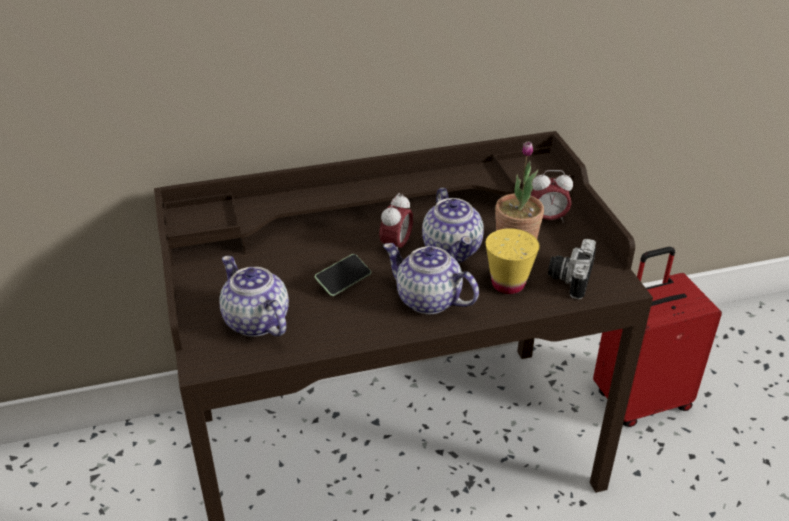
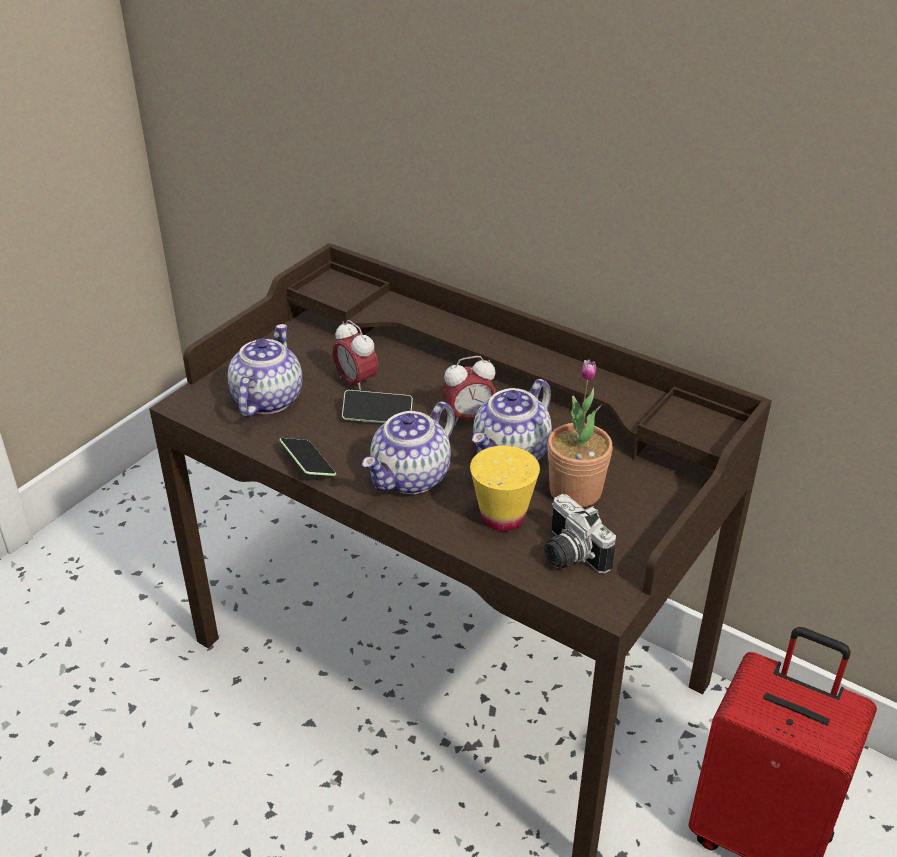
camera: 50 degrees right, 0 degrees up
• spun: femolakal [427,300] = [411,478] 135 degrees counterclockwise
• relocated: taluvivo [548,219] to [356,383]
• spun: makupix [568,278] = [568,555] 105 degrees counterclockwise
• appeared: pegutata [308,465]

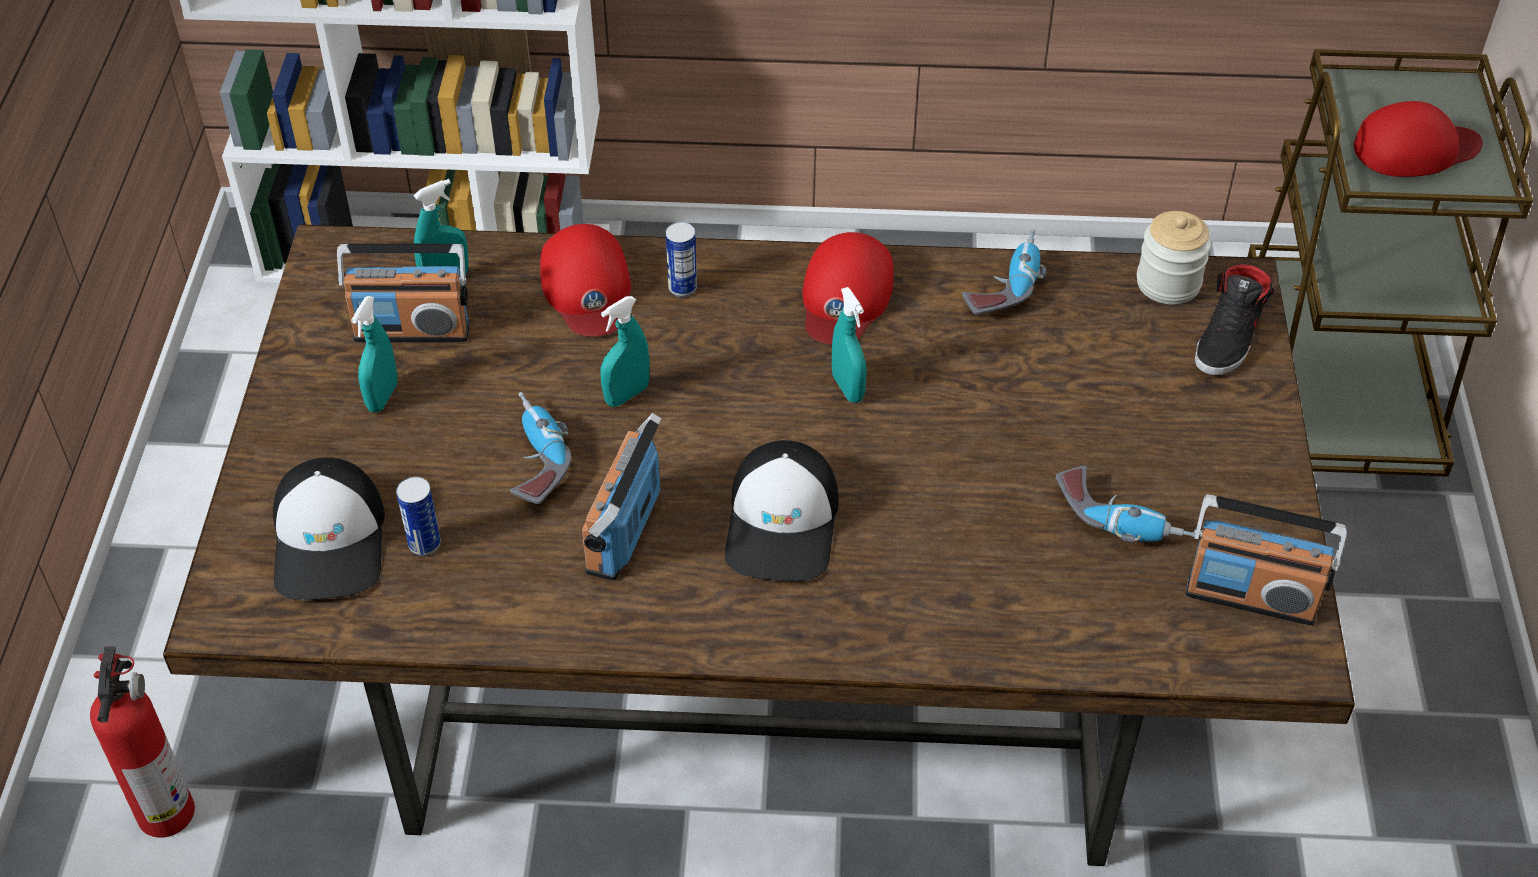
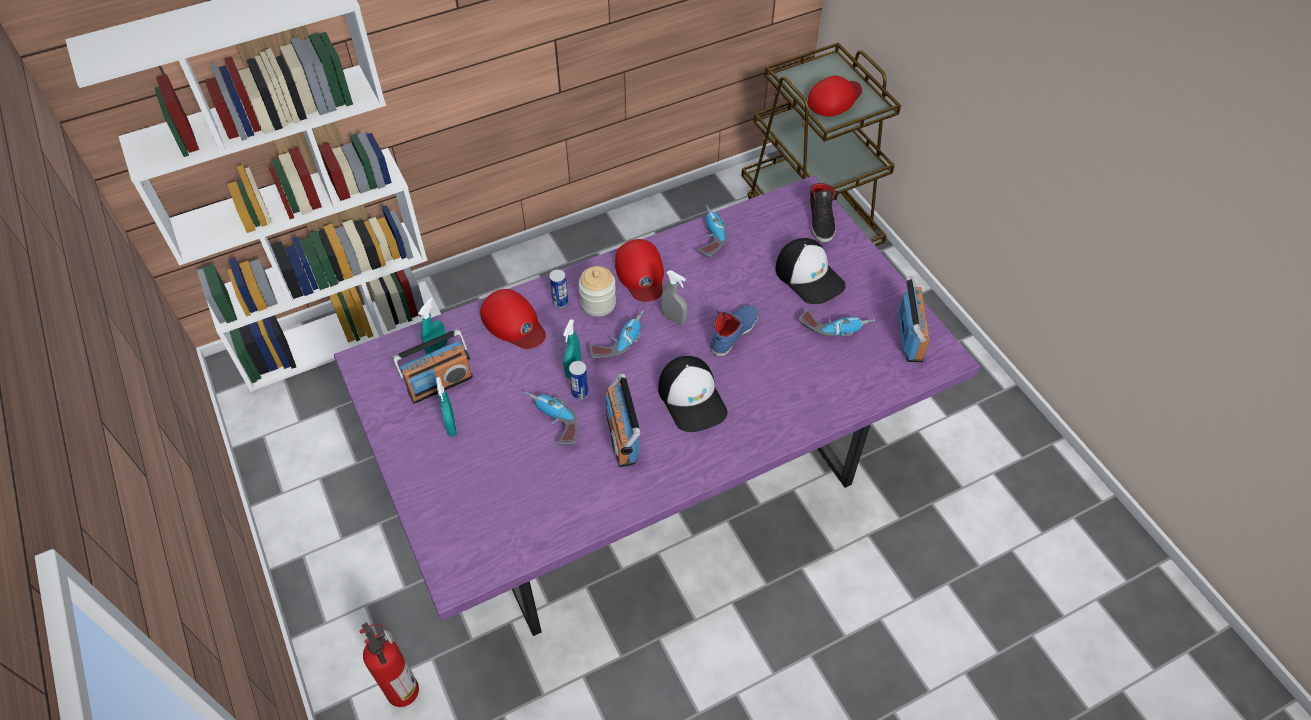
camera: 30 degrees left, 5 degrees up
• colour: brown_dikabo [771,682] to purple_dikabo [656,474]
• relocated: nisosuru [330,541] to [809,276]
• relocated: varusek [424,544] to [580,393]
• colour: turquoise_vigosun [847,388] to grey_vigosun [674,318]
• relocated: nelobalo [1168,283] to [598,303]
• spun: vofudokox [1251,596] = [910,337] 75 degrees counterclockwise
• appeared: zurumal [619,340]
• appeared: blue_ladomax [733,332]

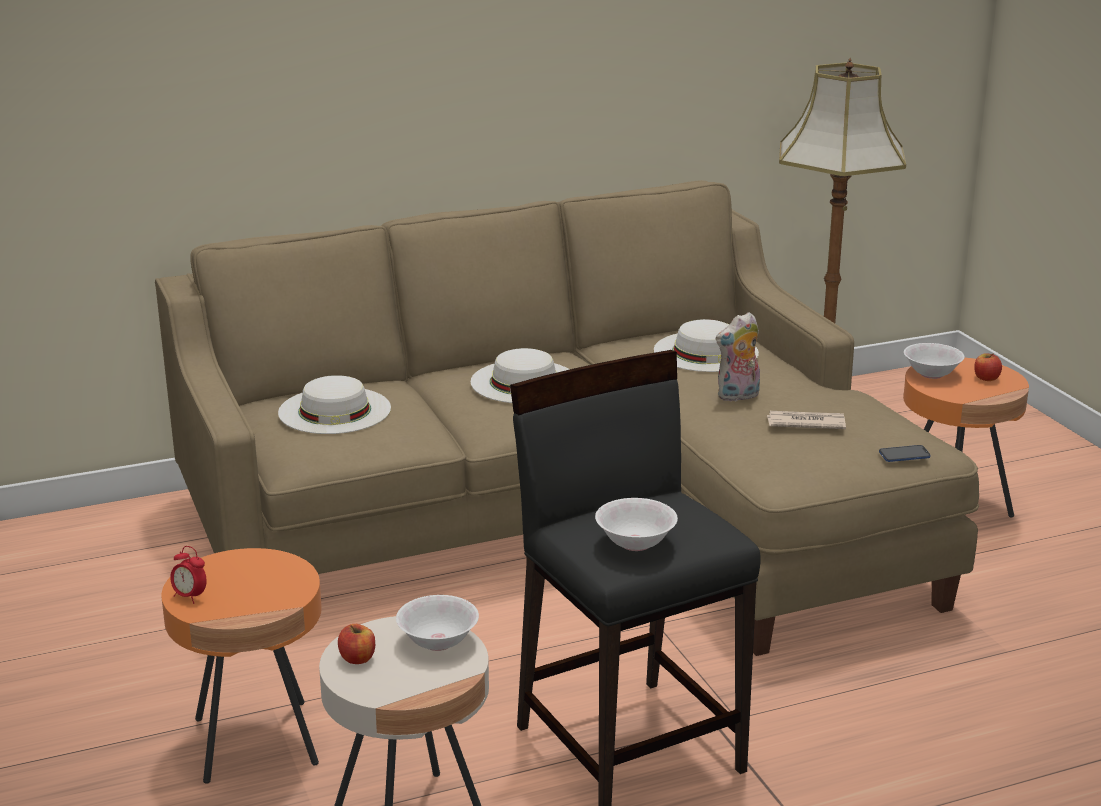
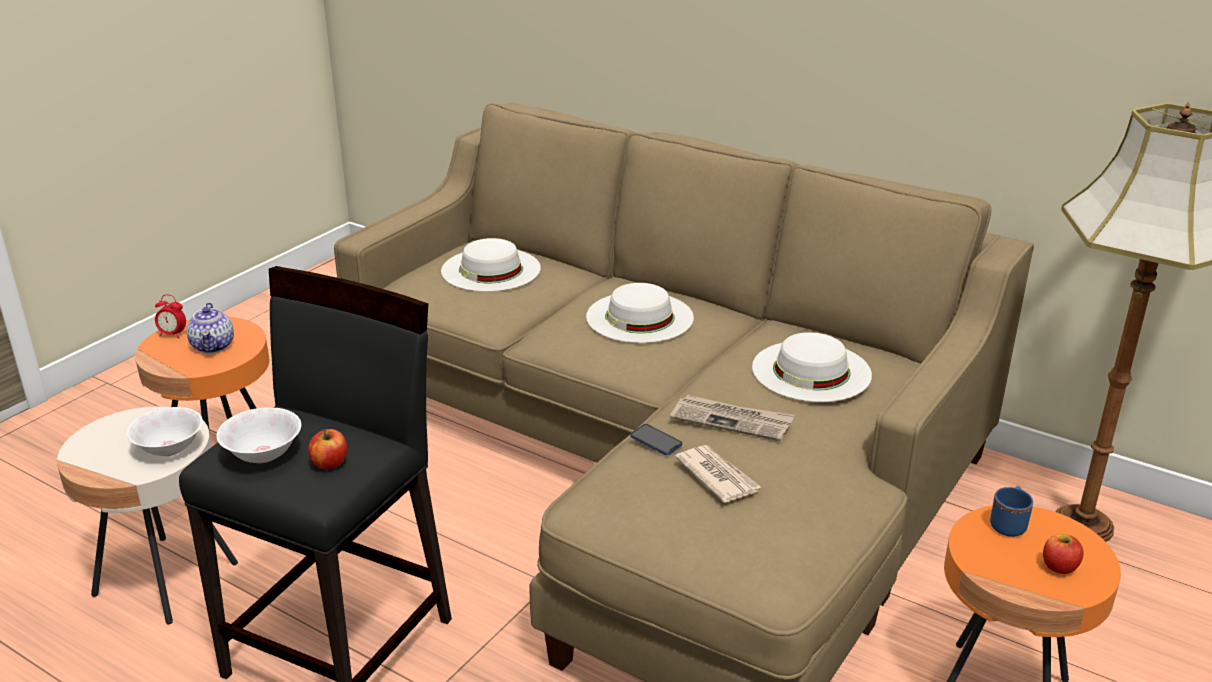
camera: 55 degrees right, 5 degrees up
• spun: taluvivo [190,597] = [173,334] 75 degrees counterclockwise
• relocated: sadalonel [357,658] to [330,463]
• exchanged: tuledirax [738,396] to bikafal [732,420]
• relocated: pegutata [904,455] to [656,441]
• exchanged: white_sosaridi [931,374] to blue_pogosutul [1009,524]
• appeared: femolakal [213,345]

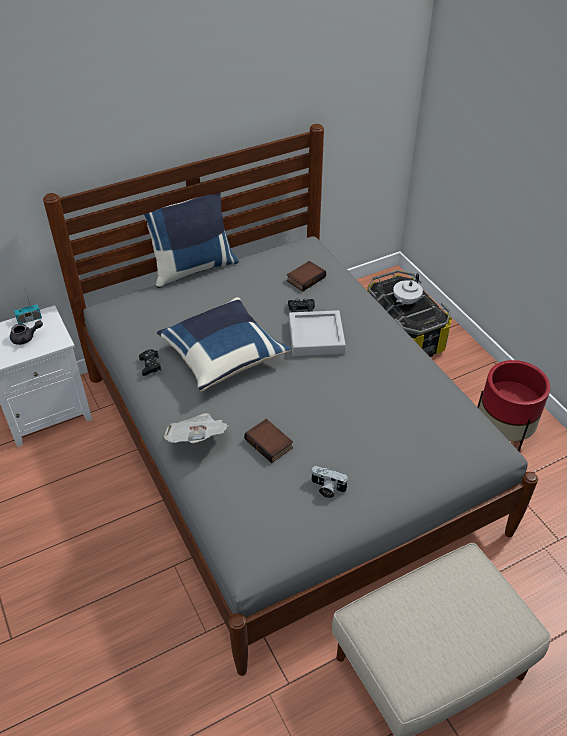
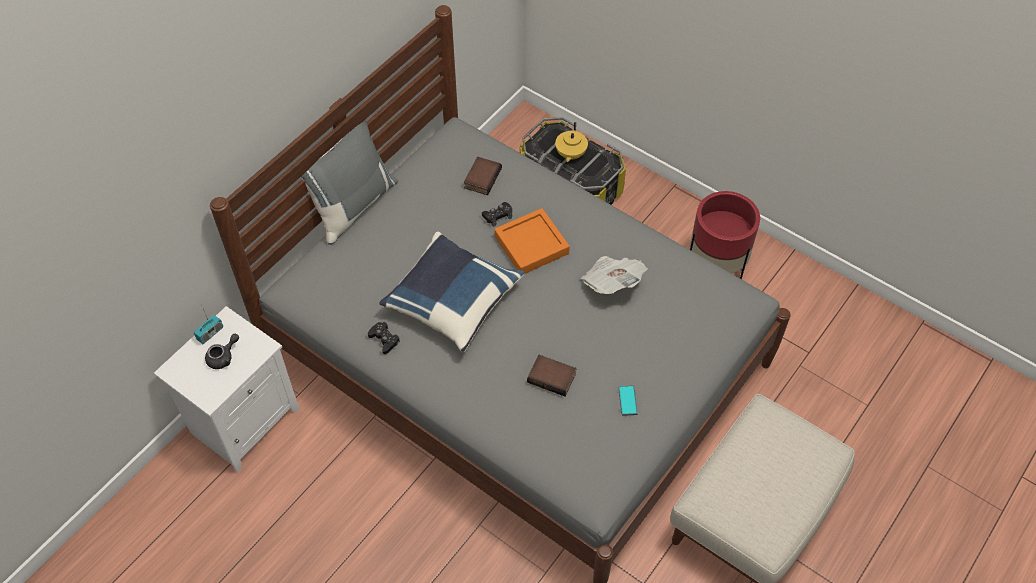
camera: 25 degrees left, 10 degrees up
• colour: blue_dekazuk [193,267] to grey_dekazuk [352,205]
• relocated: bikafal [197,439] to [612,283]
• colour: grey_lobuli [316,337] to orange_lobuli [531,245]
• exchanged: makupix [327,488] to pegutata [628,401]
• colour: white_femolakal [405,301] to yellow_femolakal [570,154]

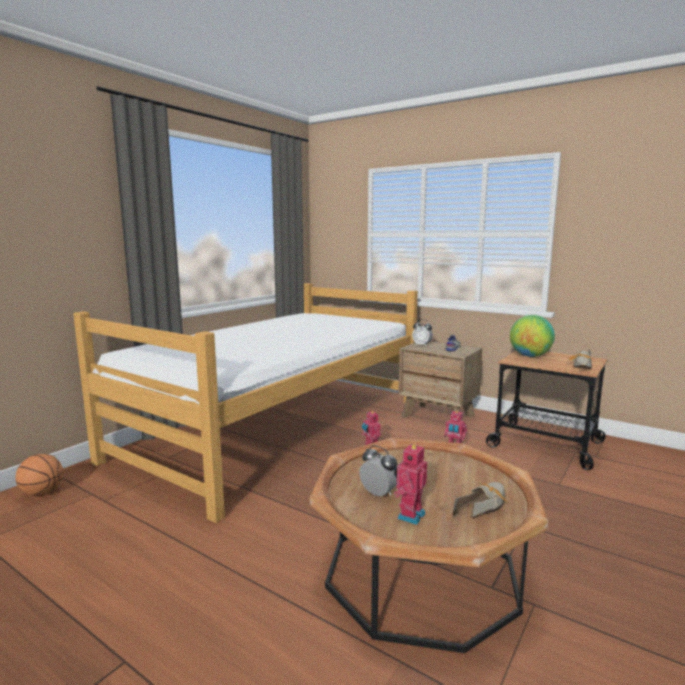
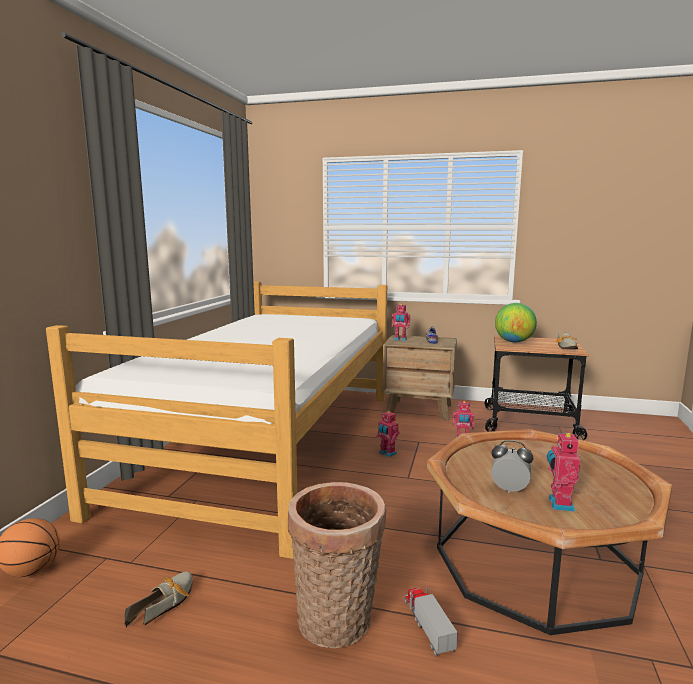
camera: 20 degrees left, 0 degrees up
• exchanged: taluvivo [422,345] to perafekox [400,339]
• relocated: ladomax [484,506] to [167,602]
• appeared: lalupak [337,623]
• appeared: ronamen [427,625]

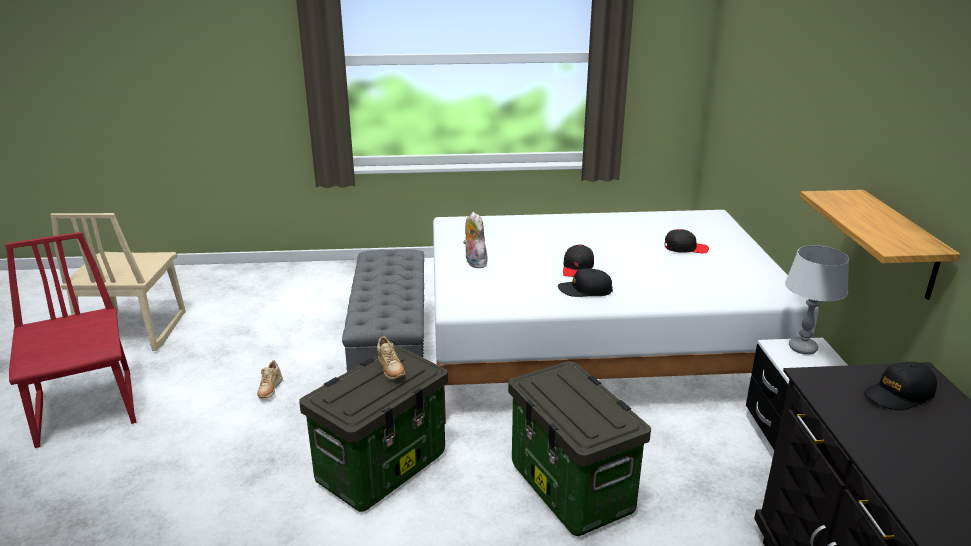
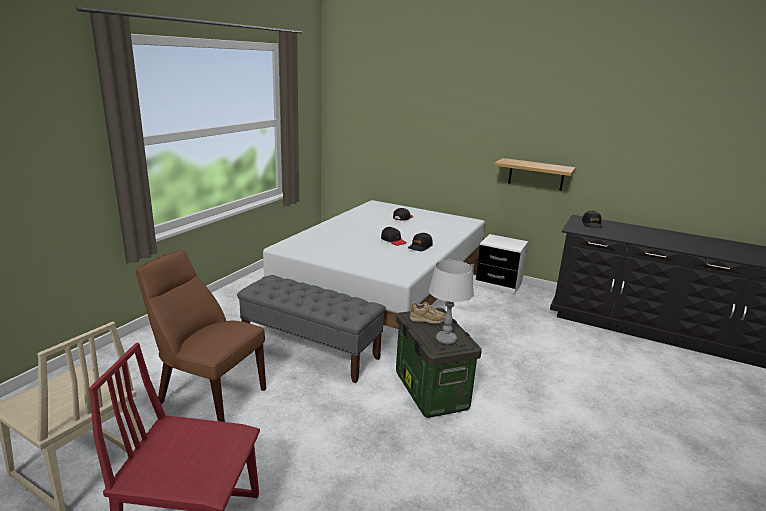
camera: 60 degrees left, 5 degrees down
• missing: beige_ladomax [270,391]
• missing: tuledirax [474,263]
• missing: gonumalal [573,489]
• relocated: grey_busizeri [802,348] to [446,339]
• appeared: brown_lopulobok [208,395]

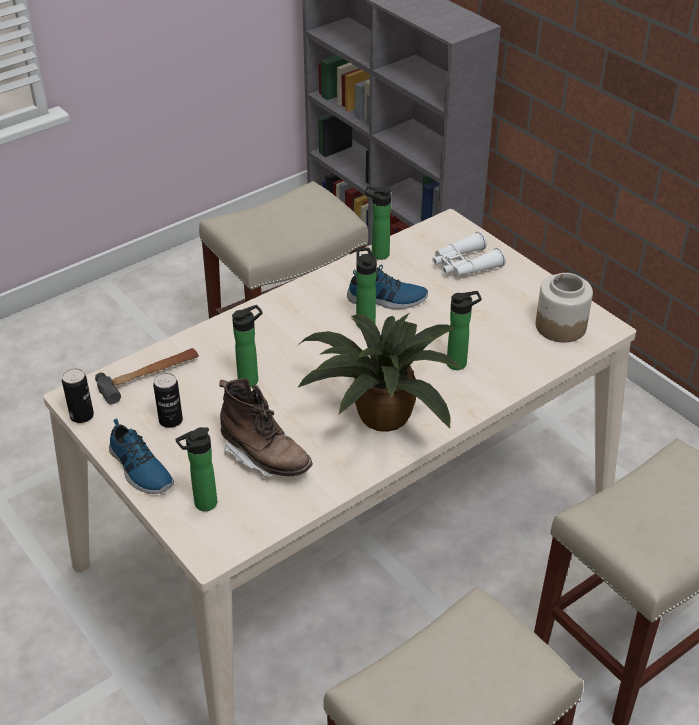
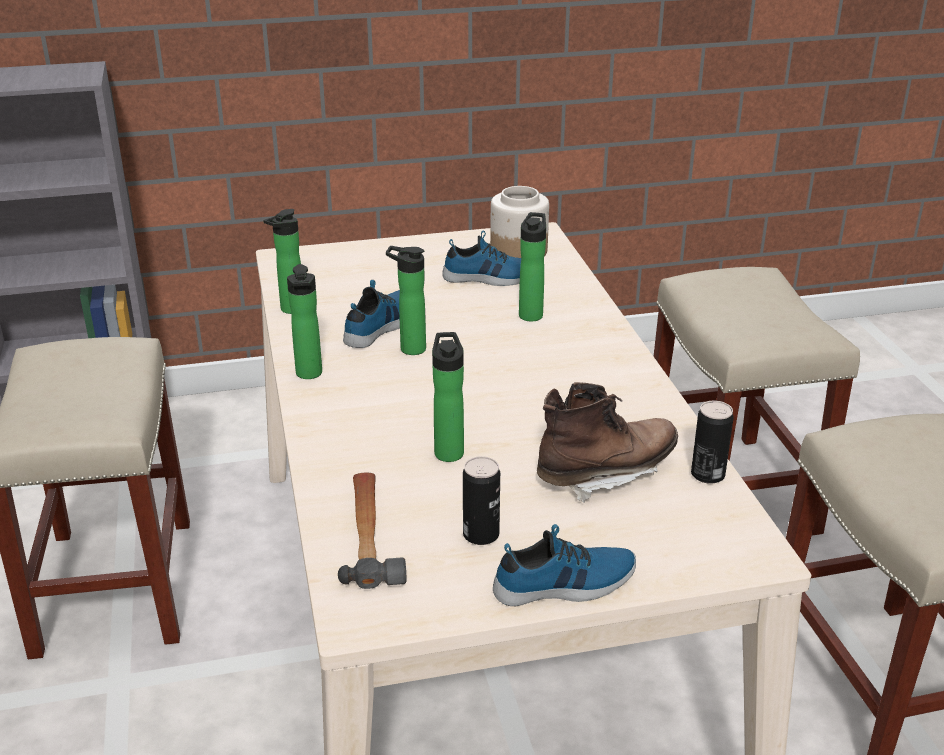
camera: 65 degrees left, 10 degrees down
• relocated: varusek [82,415] to [707,475]
• relocated: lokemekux [202,504] to [309,375]
• missing: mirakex [379,415]
• missing: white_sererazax [464,265]
• appeared: ladomax [491,278]

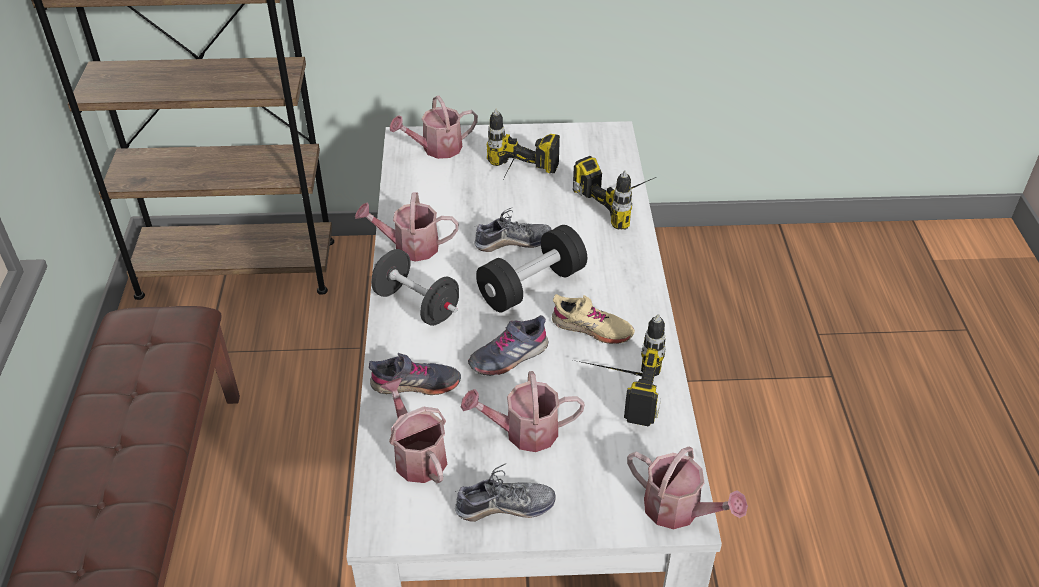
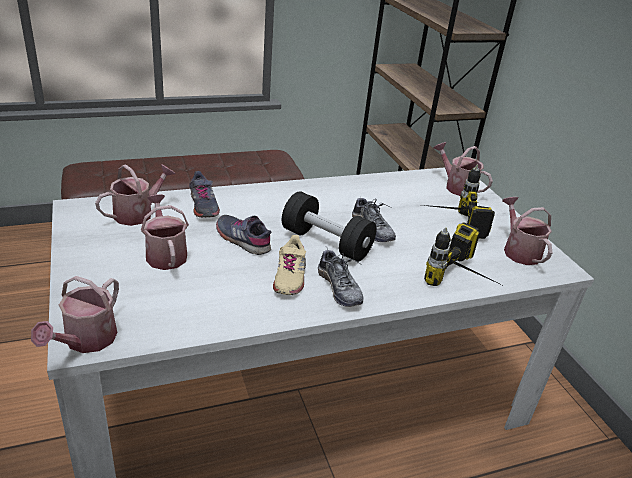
camera: 70 degrees right, 10 degrees down
• relocated: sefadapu [410,247] to [519,250]
• missing: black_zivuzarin [416,305]
• relocated: ladomax [505,506] to [339,288]
• missing: zurumal [614,388]

